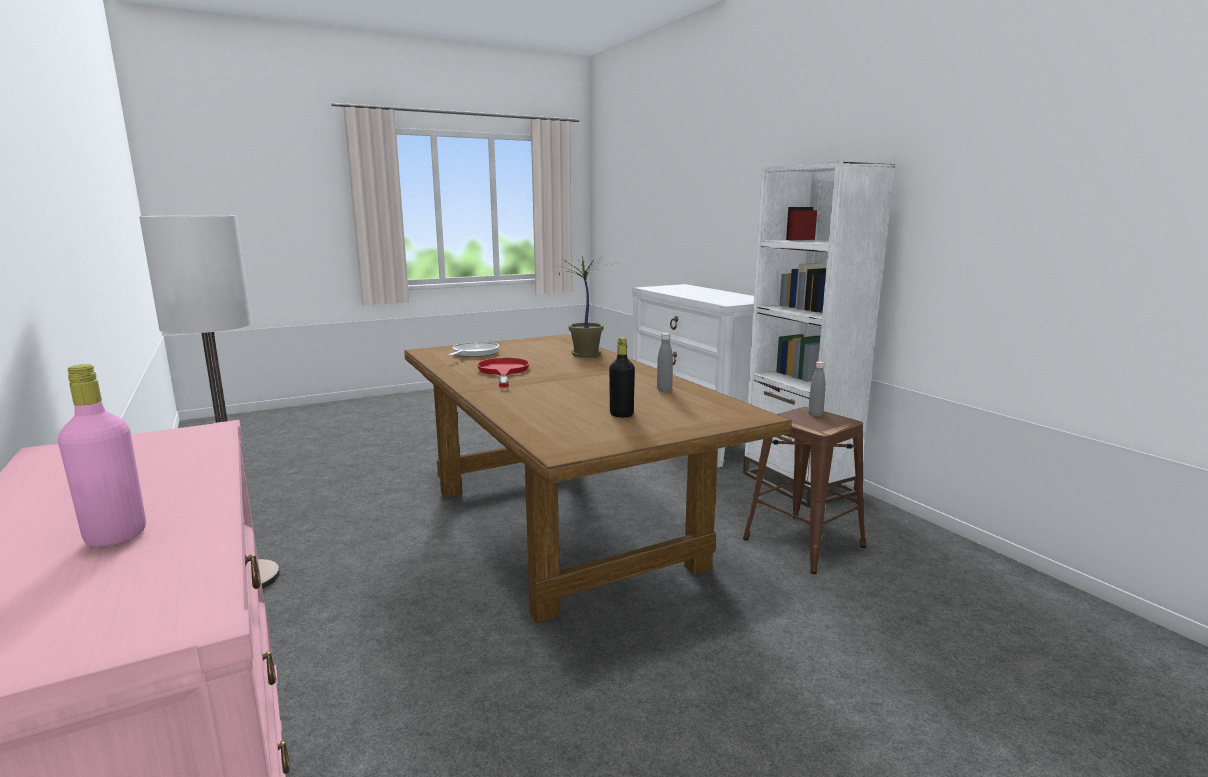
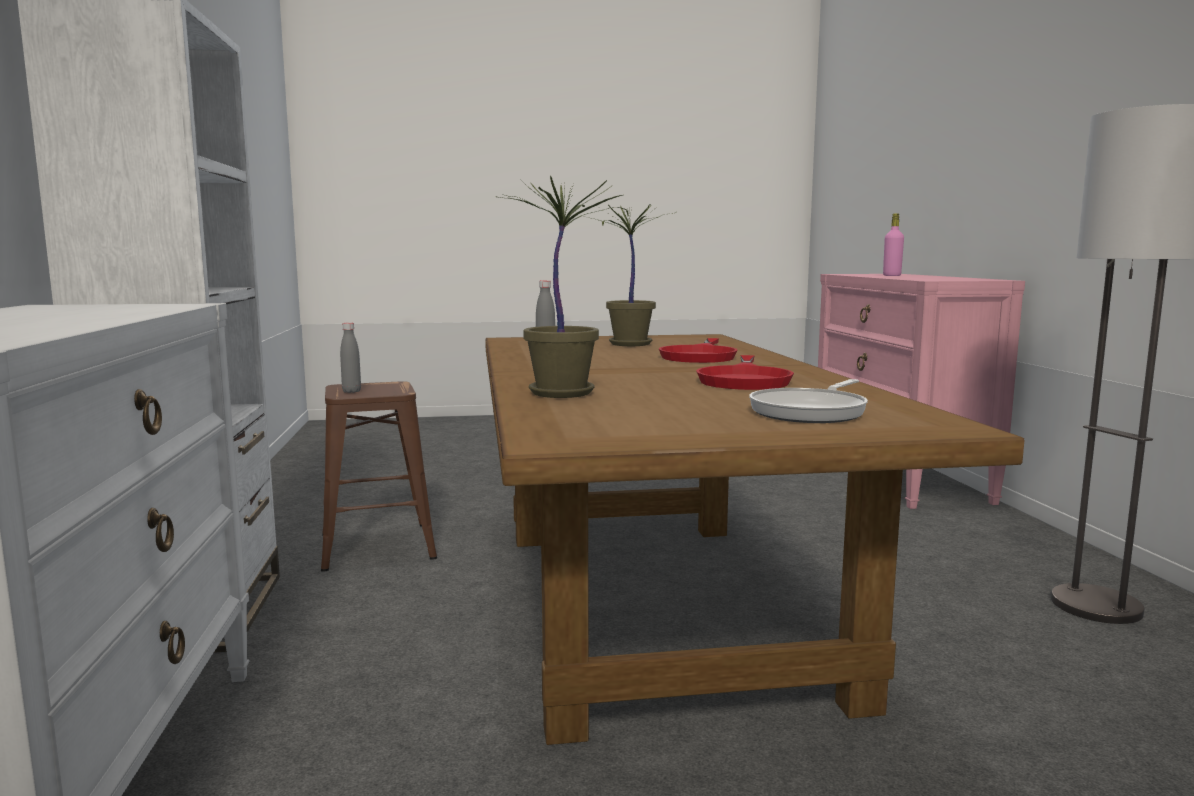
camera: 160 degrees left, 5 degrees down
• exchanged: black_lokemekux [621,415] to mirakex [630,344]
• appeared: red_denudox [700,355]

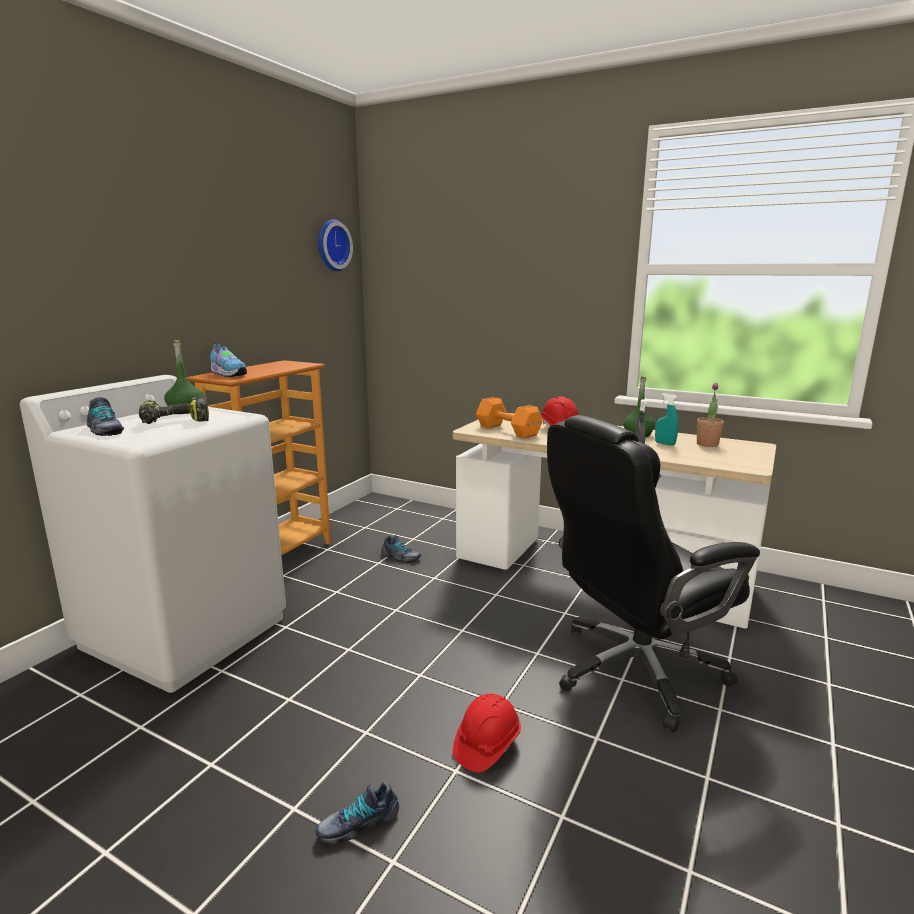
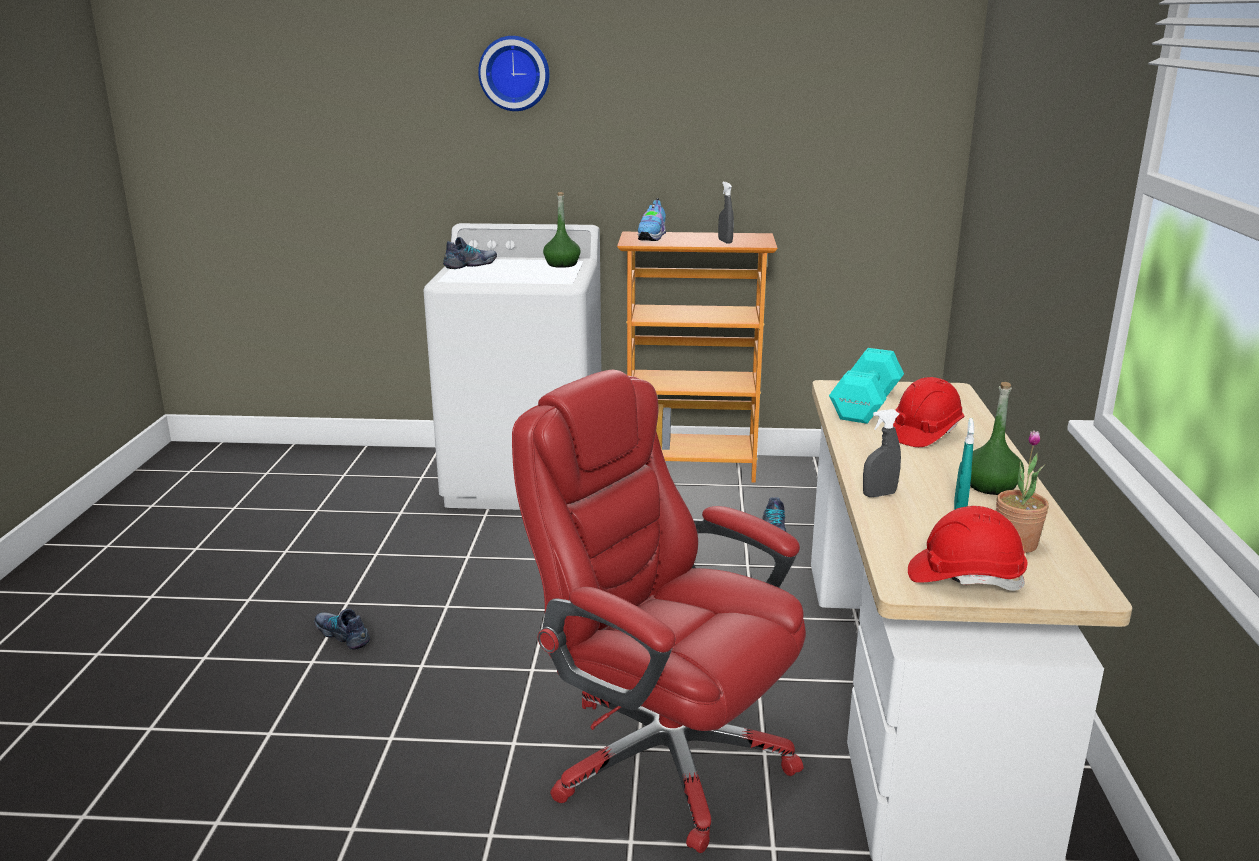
camera: 65 degrees right, 5 degrees up
• spun: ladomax [104,430] = [471,264] 150 degrees counterclockwise
• missing: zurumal [175,422]
• relocated: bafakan [331,245] to [515,73]
• relocated: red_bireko [486,745] to [964,577]
• colour: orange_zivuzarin [507,430] to turquoise_zivuzarin [867,405]
• colour: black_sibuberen [634,670] to red_sibuberen [664,755]
• appeared: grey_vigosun [725,241]

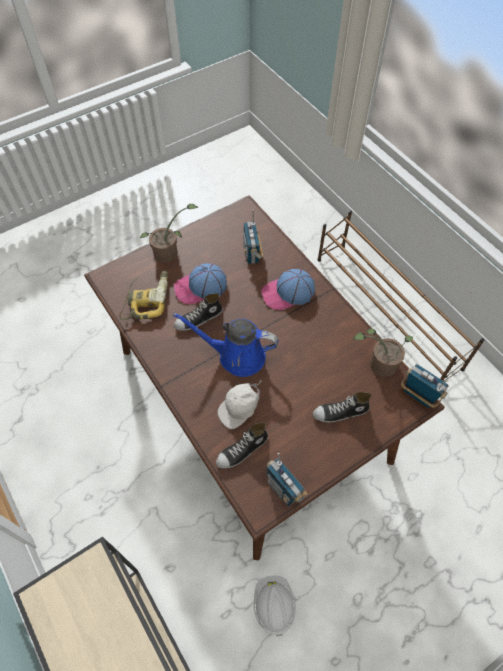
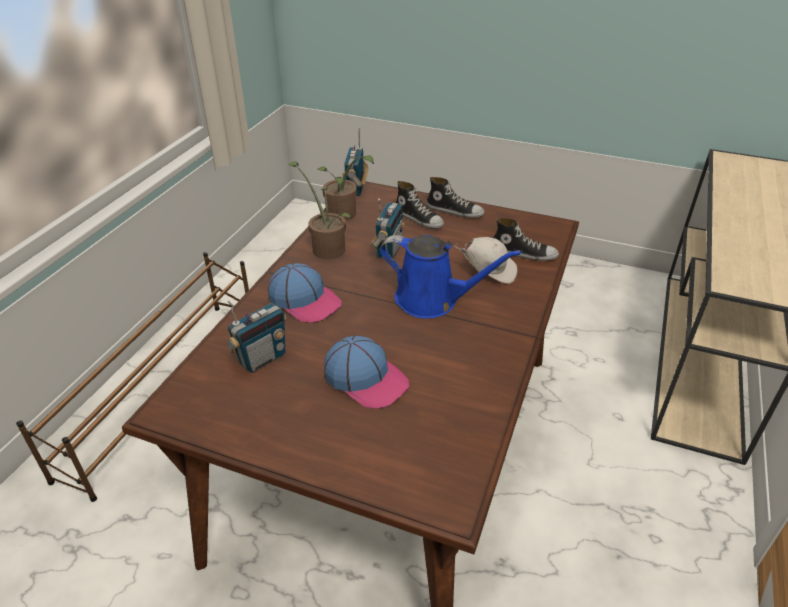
camera: 125 degrees left, 20 degrees down
• missing: zurumal [147,298]
• relocated: mirakex [169,253] to [326,247]
• spun: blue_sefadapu [237,356] = [432,300] 45 degrees counterclockwise
• relocated: ladomax [199,319] to [454,211]
• missing: white_bireko [273,605]
• relocated: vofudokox [284,489] to [388,250]

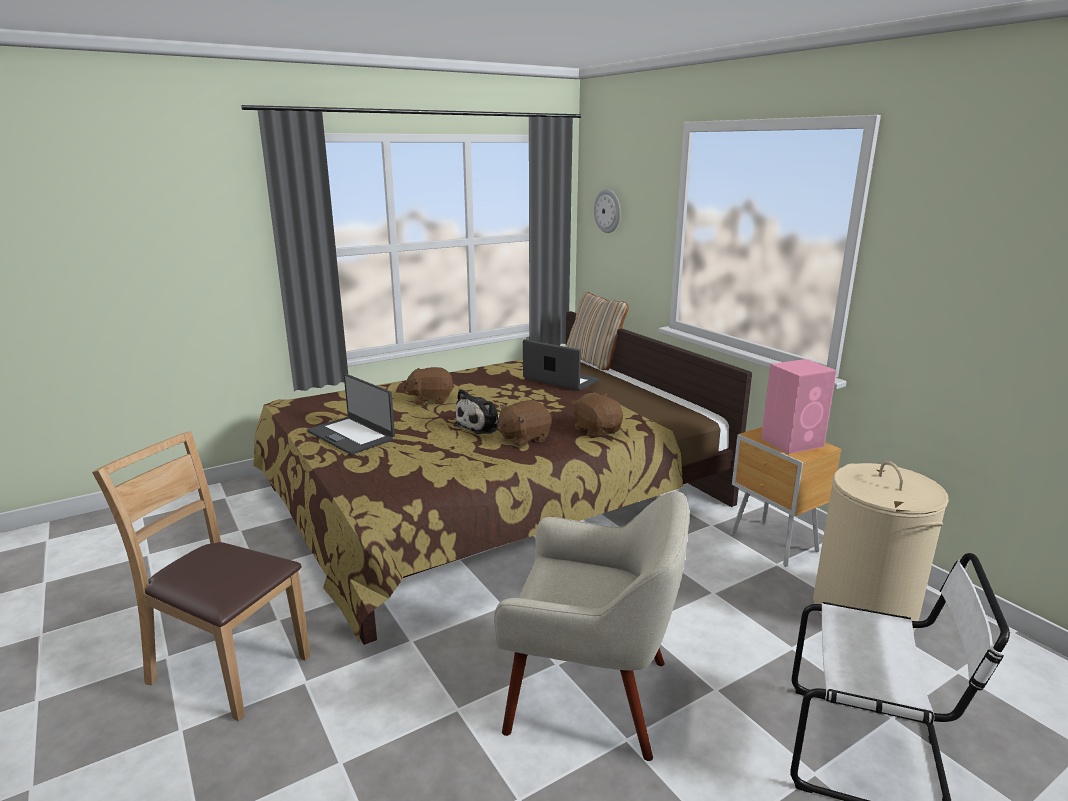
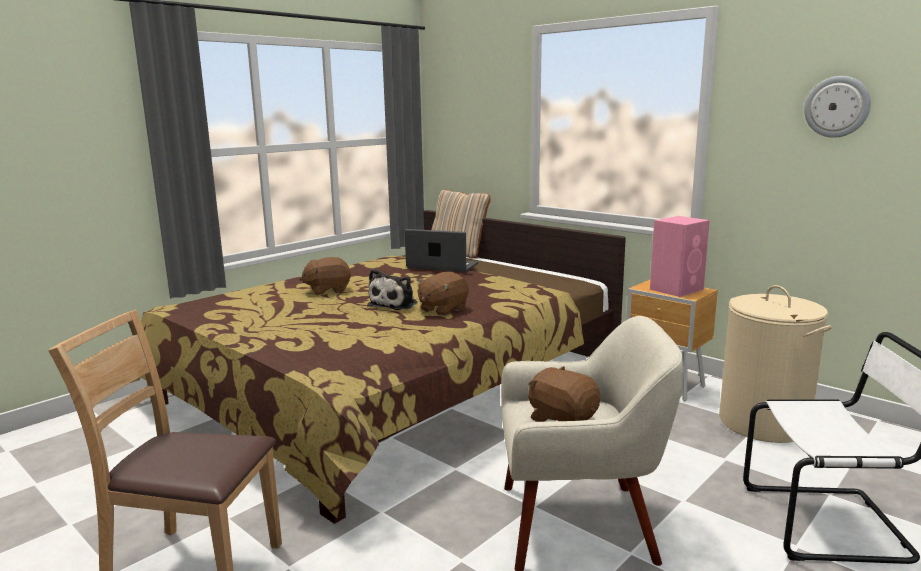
camera: 15 degrees left, 5 degrees down
• missing: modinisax [352,435]
• relocated: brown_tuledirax [597,430] to [562,419]
• relocated: bafakan [608,211] to [837,107]

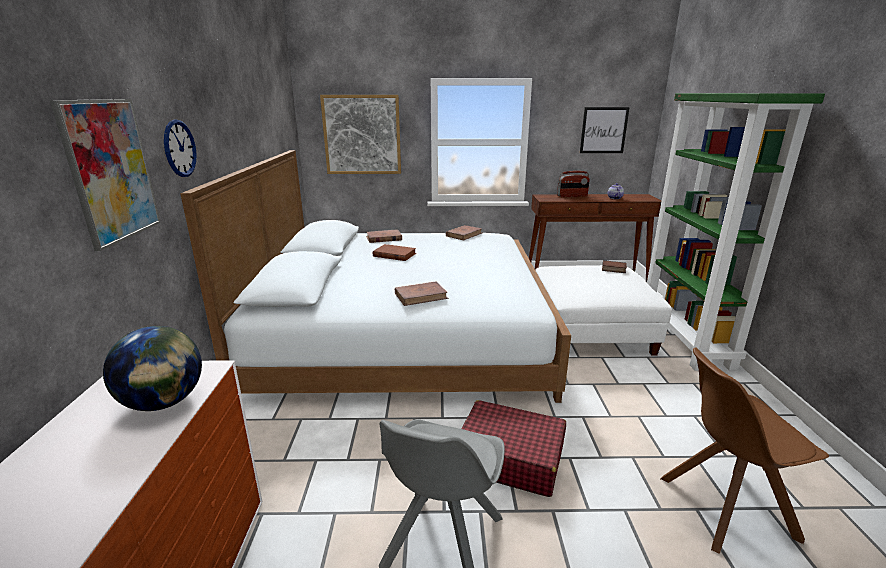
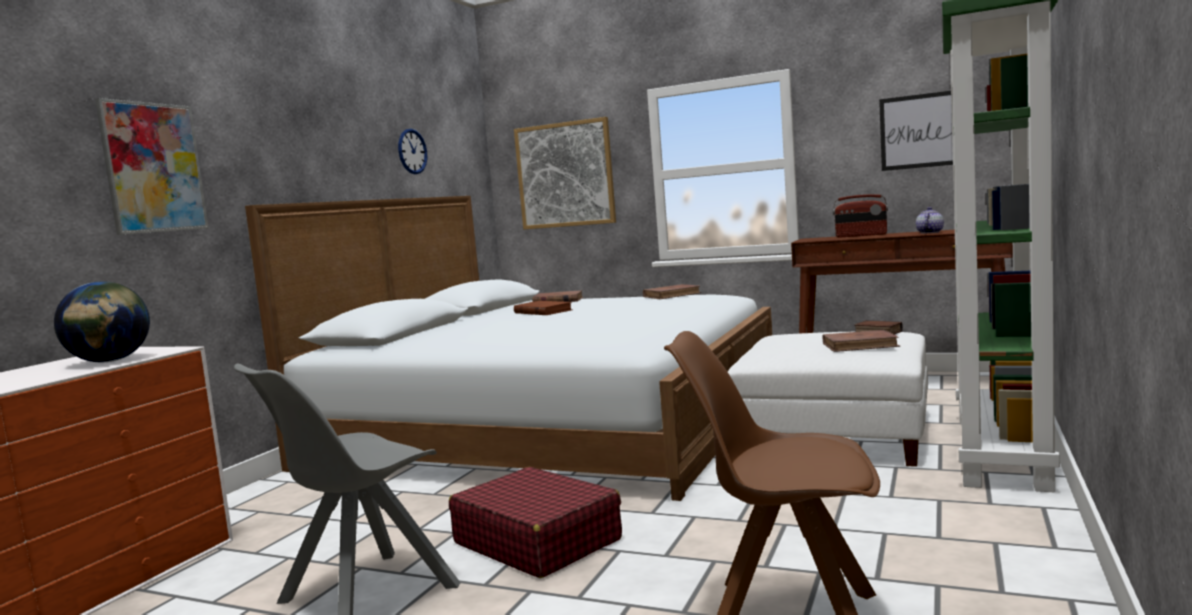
camera: 25 degrees right, 15 degrees down
• relocated: bafakan [179,148] to [412,151]
• relocated: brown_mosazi [421,296] to [860,345]

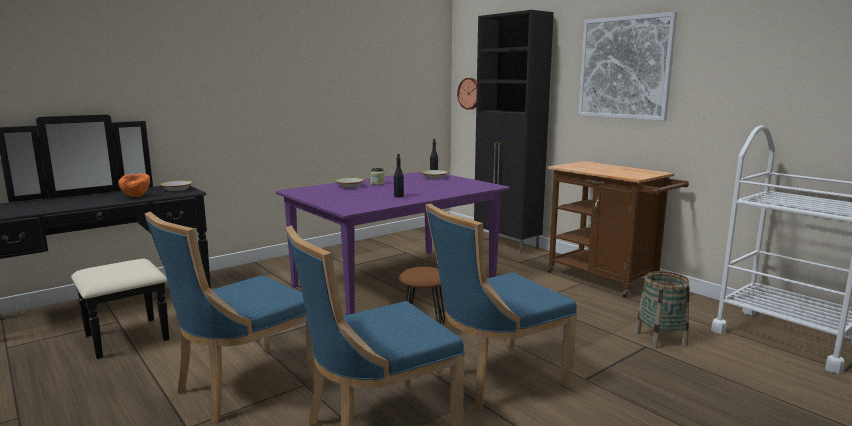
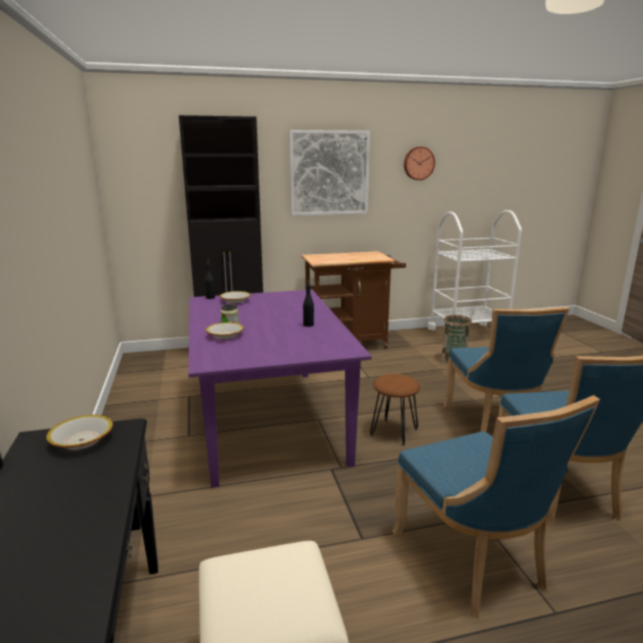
camera: 65 degrees left, 5 degrees up
• missing: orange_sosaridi [136,196]
• relocated: bafakan [470,93] to [418,163]

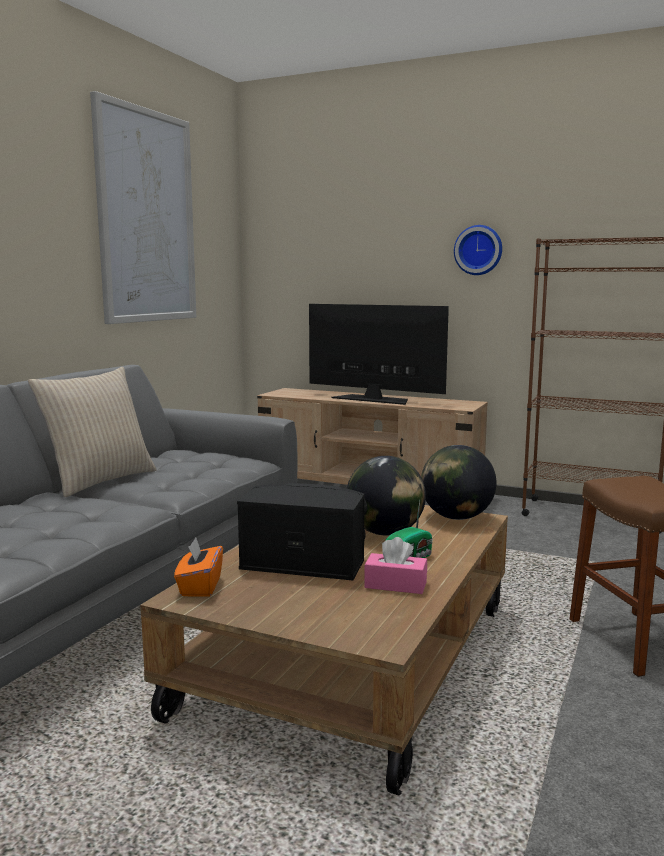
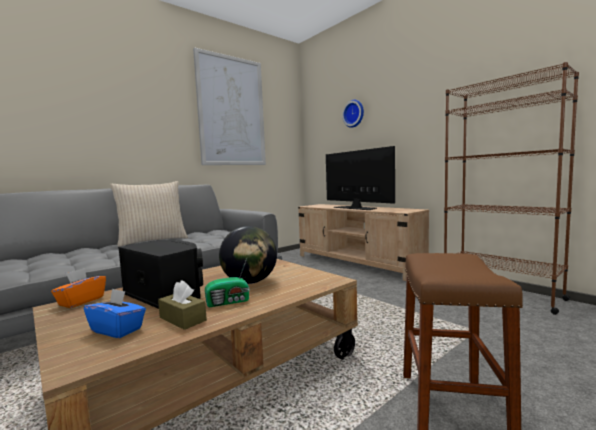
camera: 25 degrees right, 5 degrees down
• colour: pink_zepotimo [395,585] to brown_zepotimo [182,319]
• missing: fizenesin [456,517]
• relocated: bafakan [478,250] to [354,114]
• appeared: blue_zepotimo [117,330]

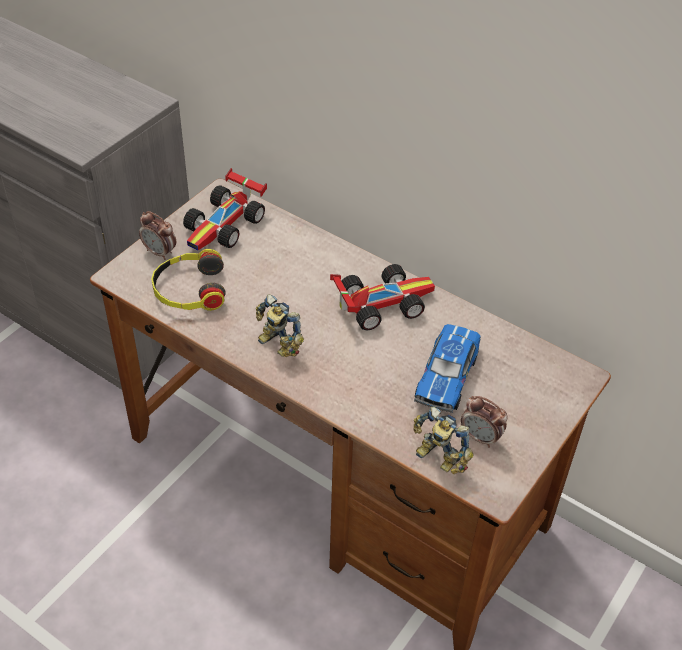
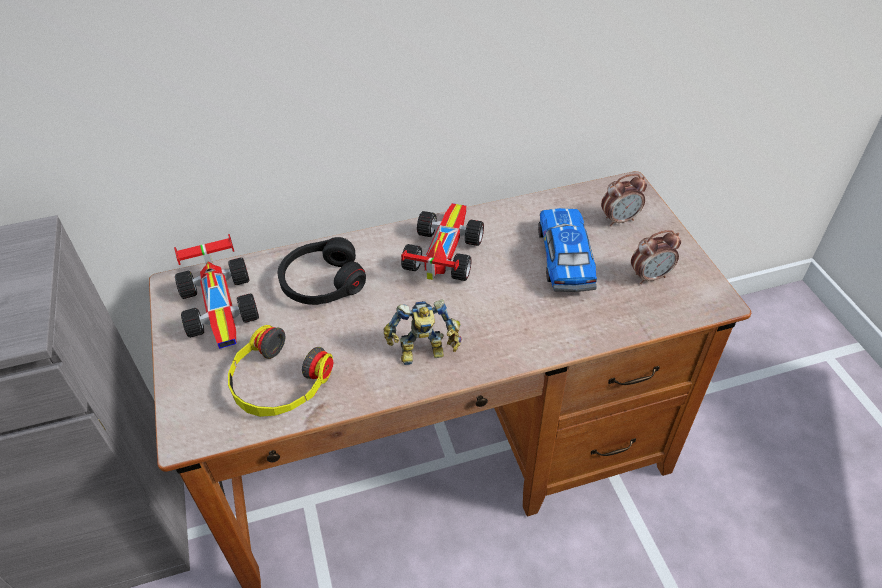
camera: 50 degrees left, 0 degrees up
• relocated: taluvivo [160,252] to [619,219]
• missing: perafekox [437,459]
• spun: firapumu [447,376] = [565,259] 150 degrees counterclockwise
• appeared: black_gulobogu [322,282]

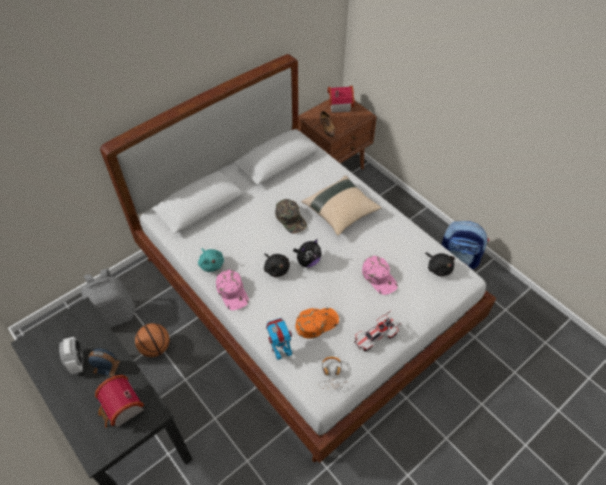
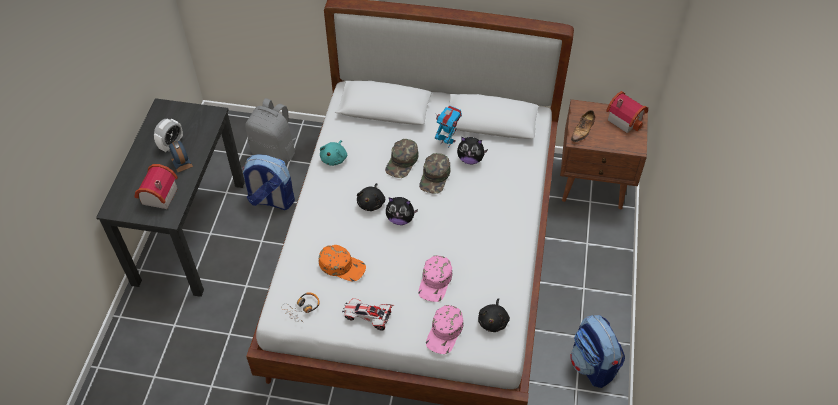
camera: 50 degrees right, 0 degrees up
• exchanged: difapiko [155,347] to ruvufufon [271,200]
• relocated: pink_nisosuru [232,292] to [445,332]
• relocated: perafekox [280,351] to [447,142]
• missing: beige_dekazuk [340,212]
• appeared: green_nisosuru [402,162]
• appeared: tuledirax [470,159]

